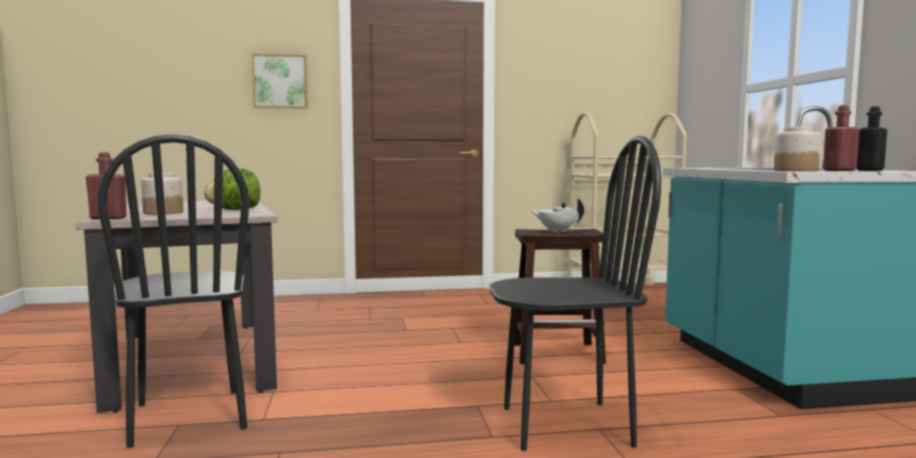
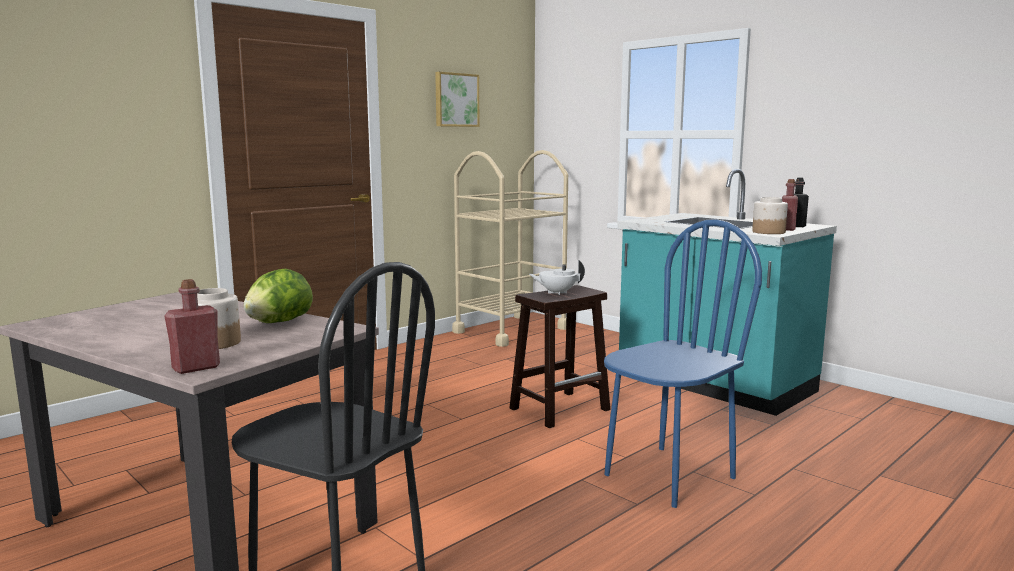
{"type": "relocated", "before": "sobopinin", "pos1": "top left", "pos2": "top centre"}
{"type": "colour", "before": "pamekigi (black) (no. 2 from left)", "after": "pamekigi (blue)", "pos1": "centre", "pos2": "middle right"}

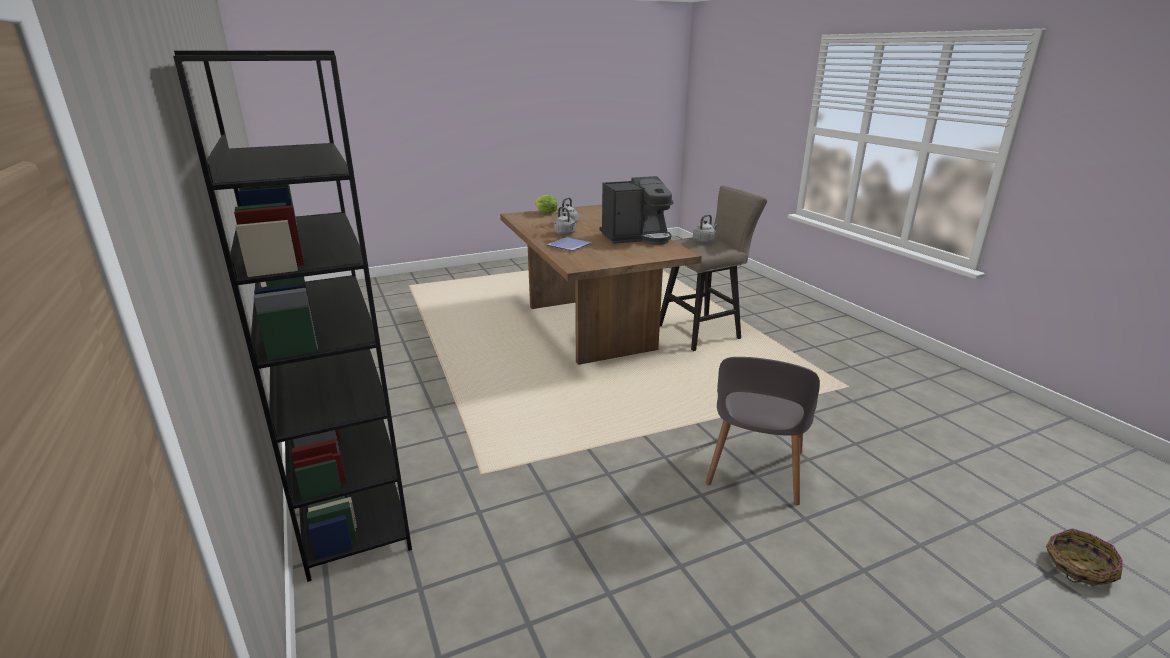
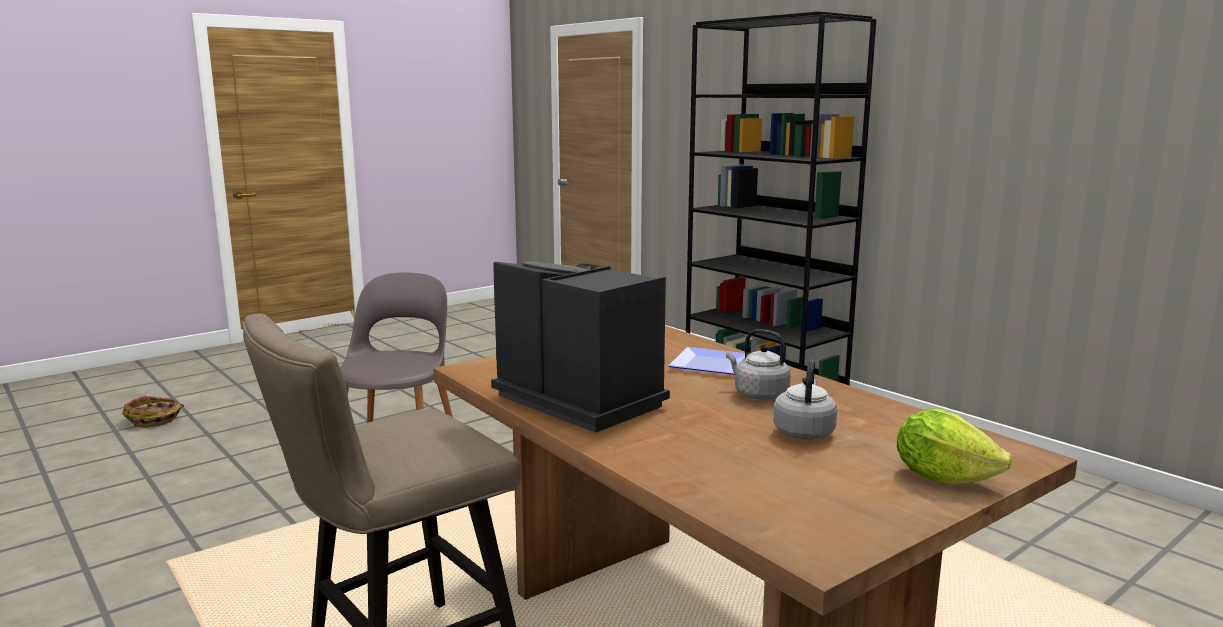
{"type": "spun", "before": "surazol", "pos1": "top centre", "pos2": "centre", "turn": 75}
{"type": "missing", "before": "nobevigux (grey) (no. 3 from left)", "pos1": "centre"}

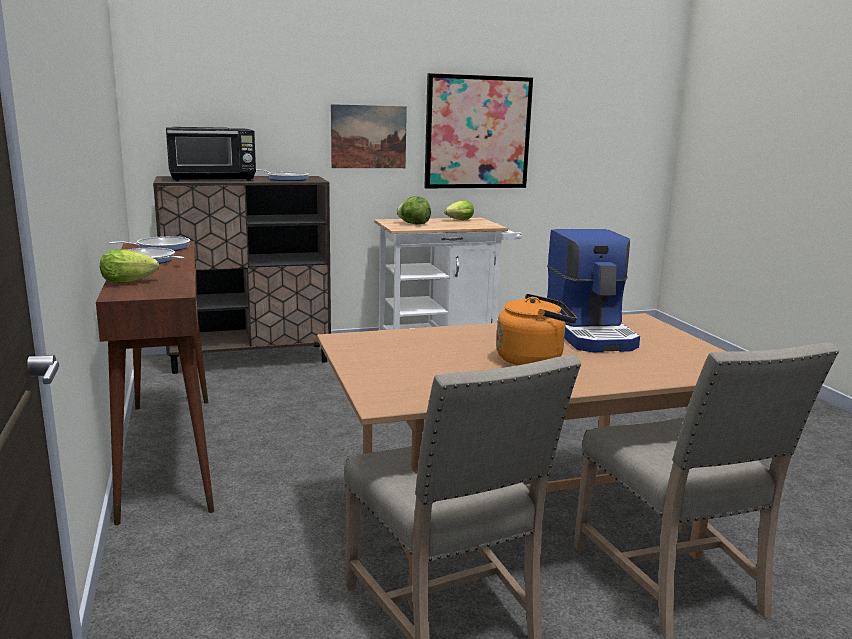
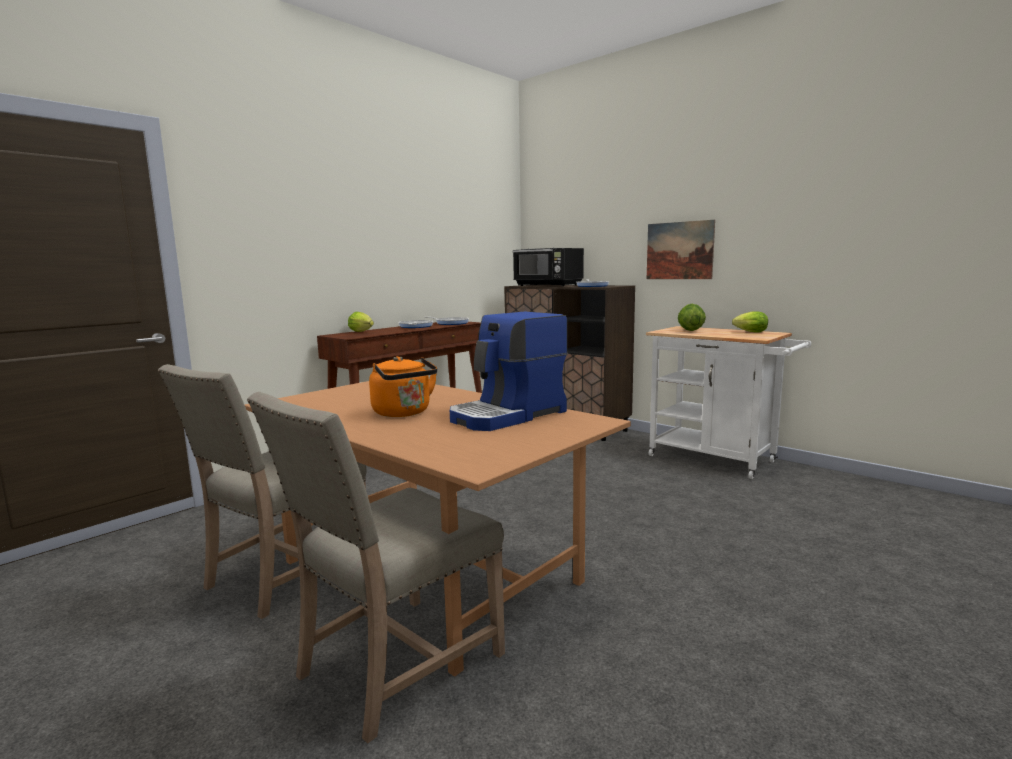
{"type": "missing", "before": "sobopinin (no. 2 from left)", "pos1": "top centre"}

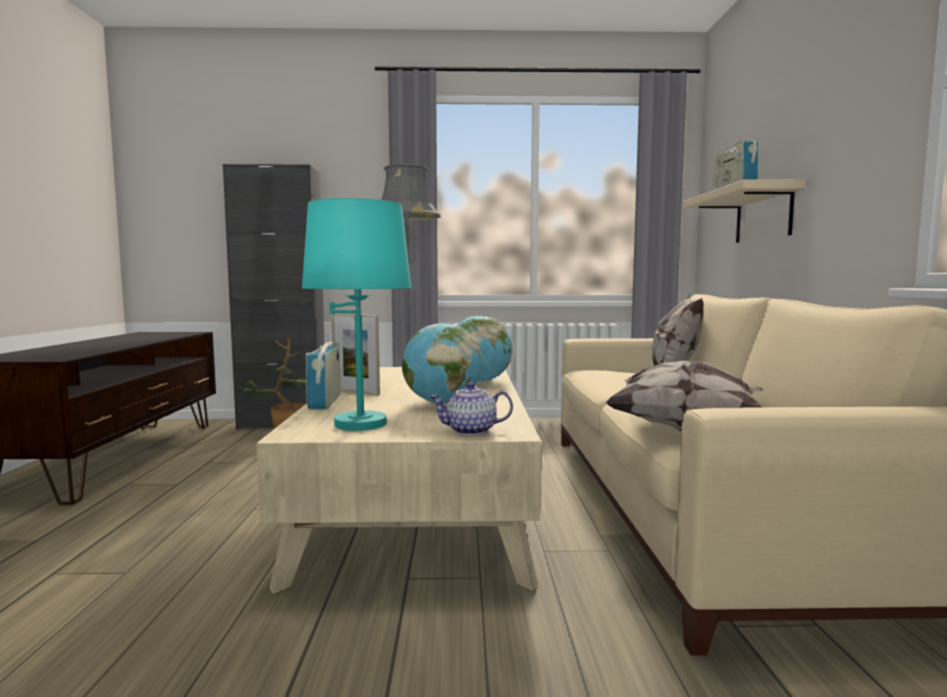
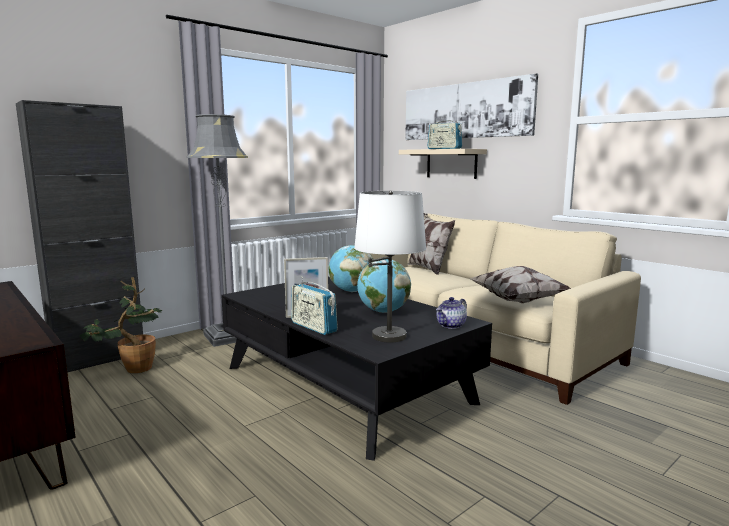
{"type": "colour", "before": "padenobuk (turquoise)", "after": "padenobuk (white)", "pos1": "centre", "pos2": "centre"}
{"type": "colour", "before": "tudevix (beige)", "after": "tudevix (black)", "pos1": "bottom centre", "pos2": "bottom centre"}
{"type": "appeared", "after": "sobopinin", "pos2": "top centre"}

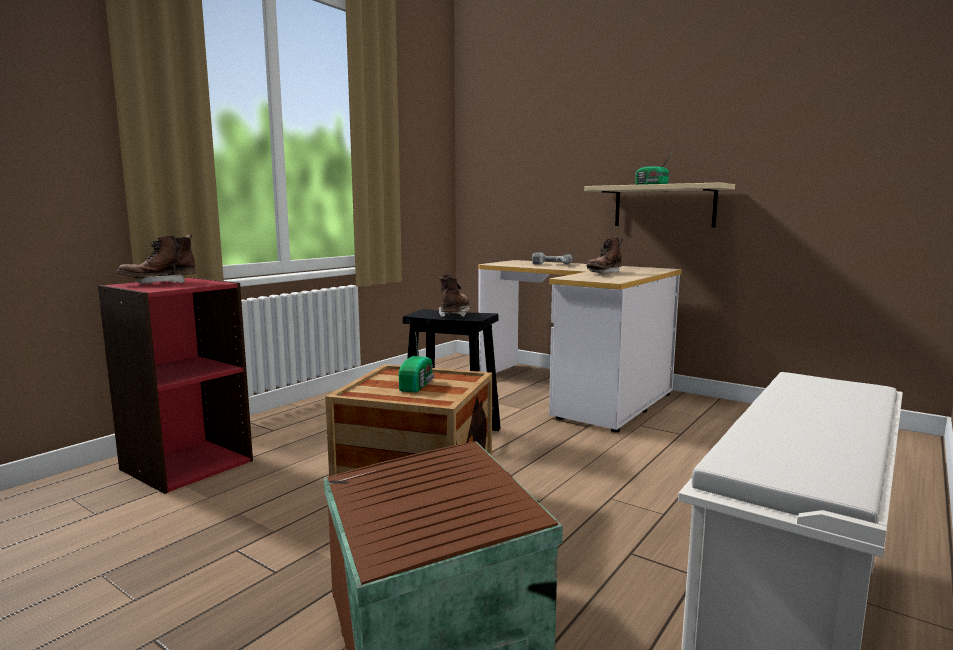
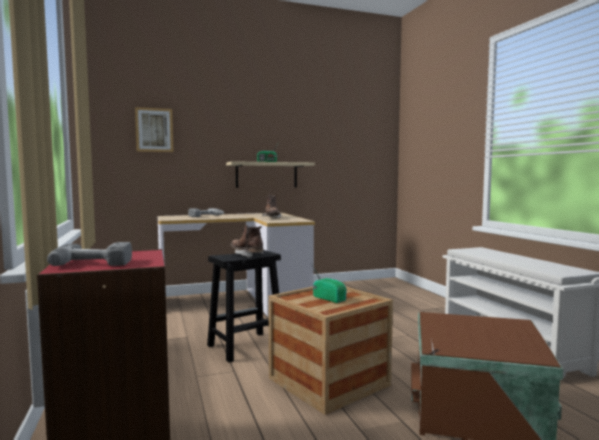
{"type": "exchanged", "before": "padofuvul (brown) (no. 1 from left)", "after": "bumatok (no. 1 from left)", "pos1": "middle left", "pos2": "middle left"}
{"type": "appeared", "after": "sobopinin", "pos2": "top left"}

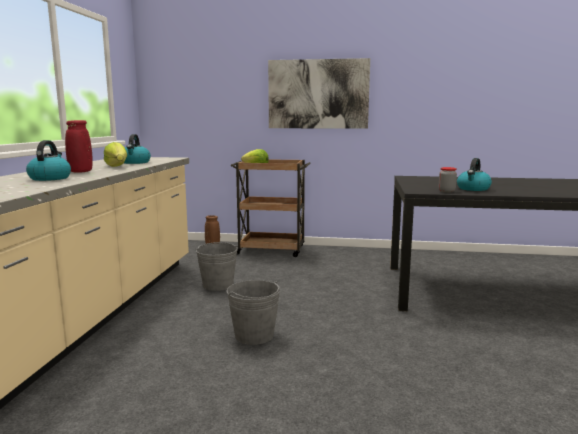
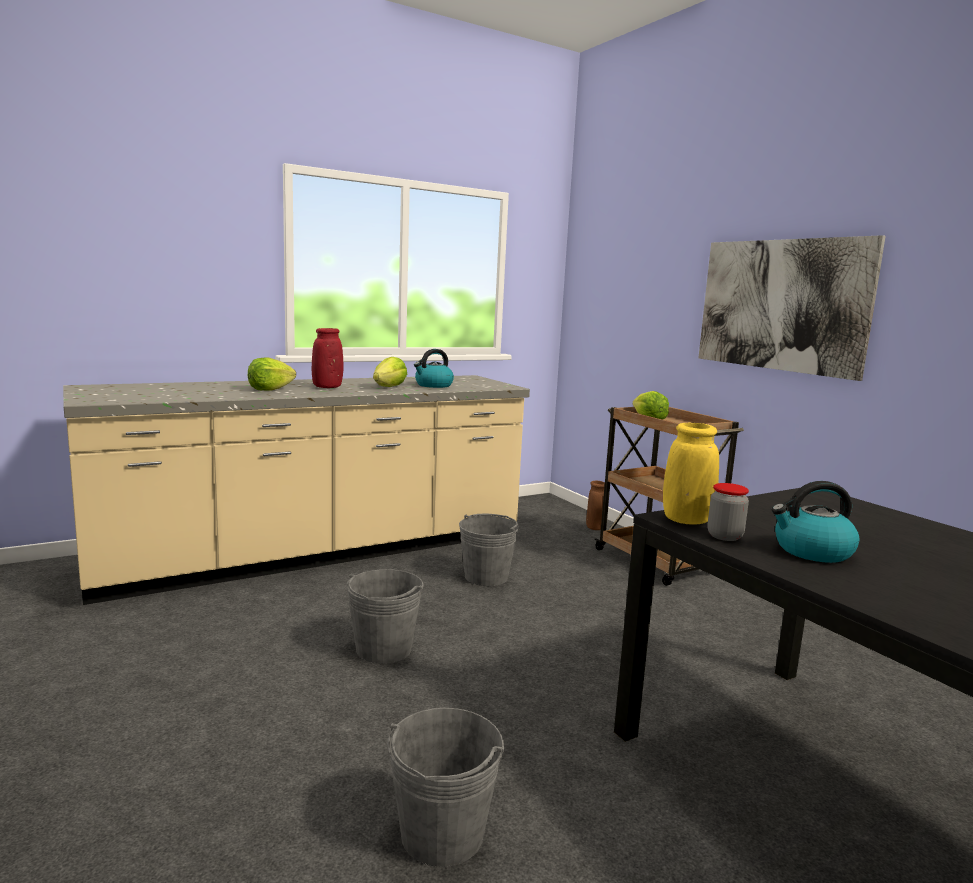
{"type": "exchanged", "before": "nobevigux (no. 1 from left)", "after": "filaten (no. 1 from left)", "pos1": "middle left", "pos2": "middle left"}
{"type": "appeared", "after": "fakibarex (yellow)", "pos2": "middle right"}
{"type": "appeared", "after": "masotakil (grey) (no. 2 from left)", "pos2": "bottom centre"}

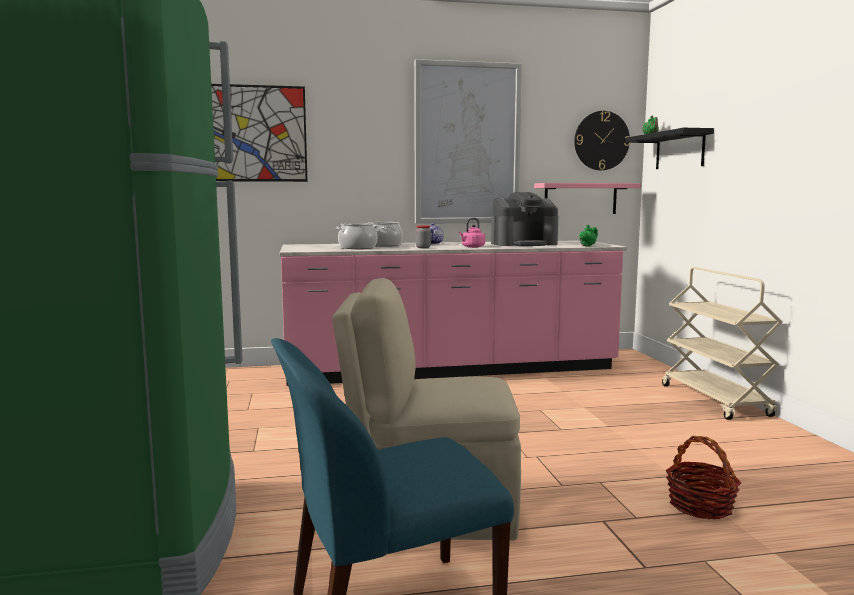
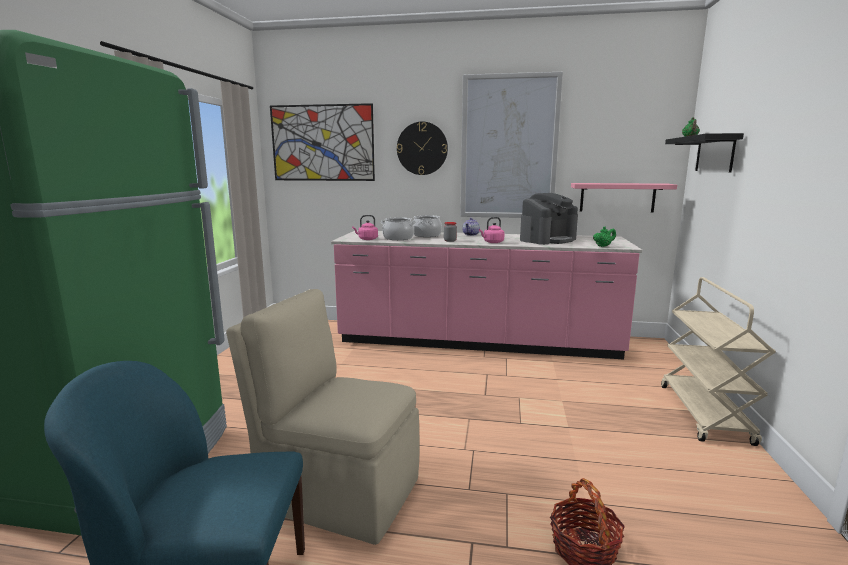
{"type": "relocated", "before": "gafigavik", "pos1": "top right", "pos2": "top centre"}
{"type": "spun", "before": "surazol", "pos1": "centre", "pos2": "centre", "turn": -45}
{"type": "appeared", "after": "nobevigux (pink) (no. 1 from left)", "pos2": "centre"}

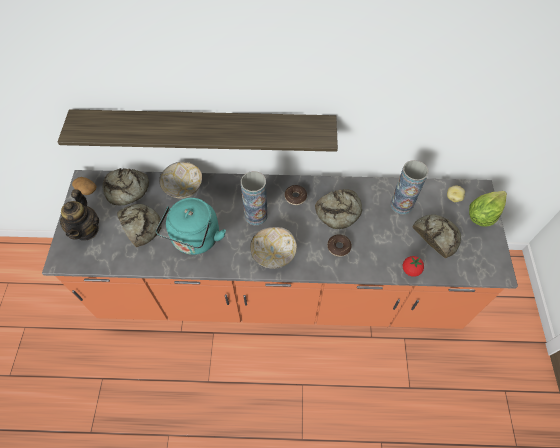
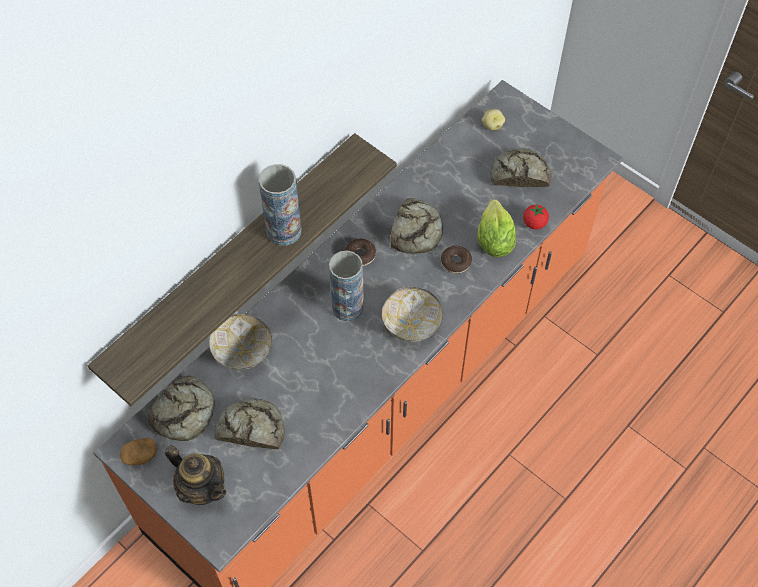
{"type": "relocated", "before": "fakibarex (no. 2 from left in the first image)", "after": "fakibarex (no. 1 from left)", "pos1": "middle right", "pos2": "centre"}
{"type": "relocated", "before": "filaten", "pos1": "middle right", "pos2": "centre"}
{"type": "missing", "before": "nobevigux (turquoise)", "pos1": "centre"}

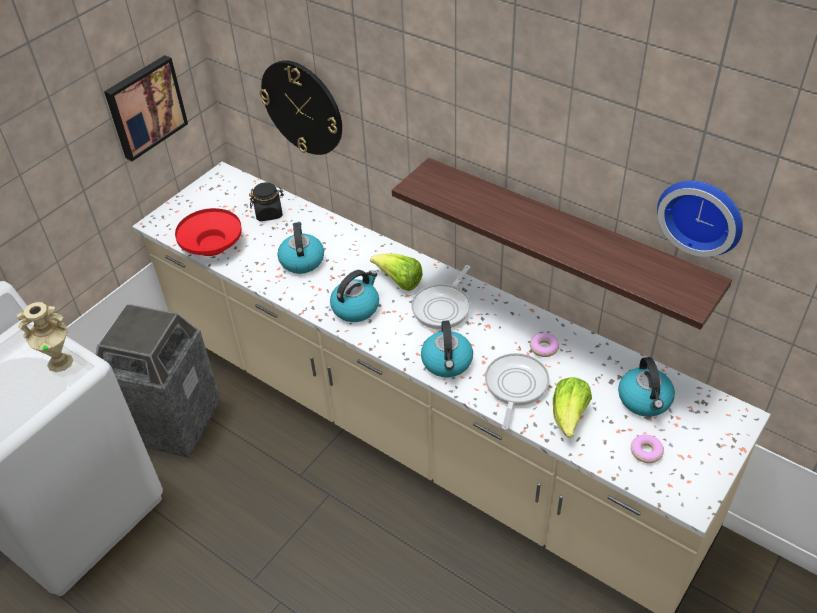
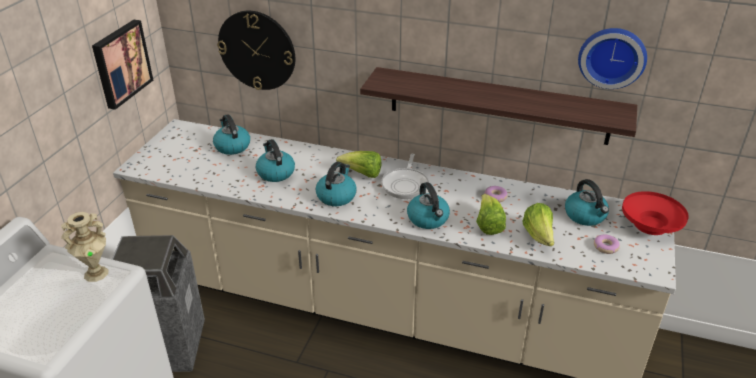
{"type": "exchanged", "before": "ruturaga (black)", "after": "nobevigux (no. 1 from left)", "pos1": "top left", "pos2": "middle left"}
{"type": "relocated", "before": "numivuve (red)", "pos1": "middle left", "pos2": "middle right"}
{"type": "exchanged", "before": "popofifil (no. 2 from left)", "after": "filaten (no. 2 from left)", "pos1": "centre", "pos2": "centre"}

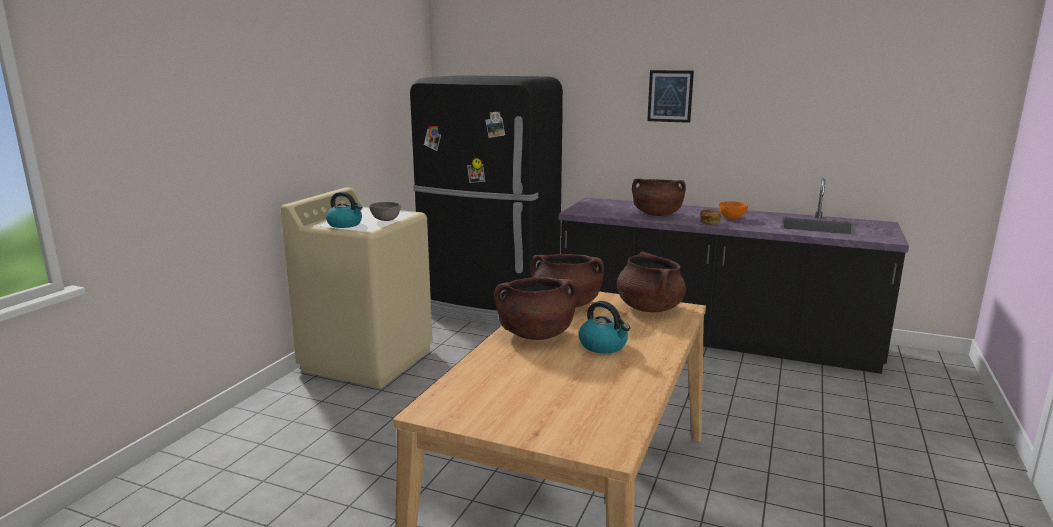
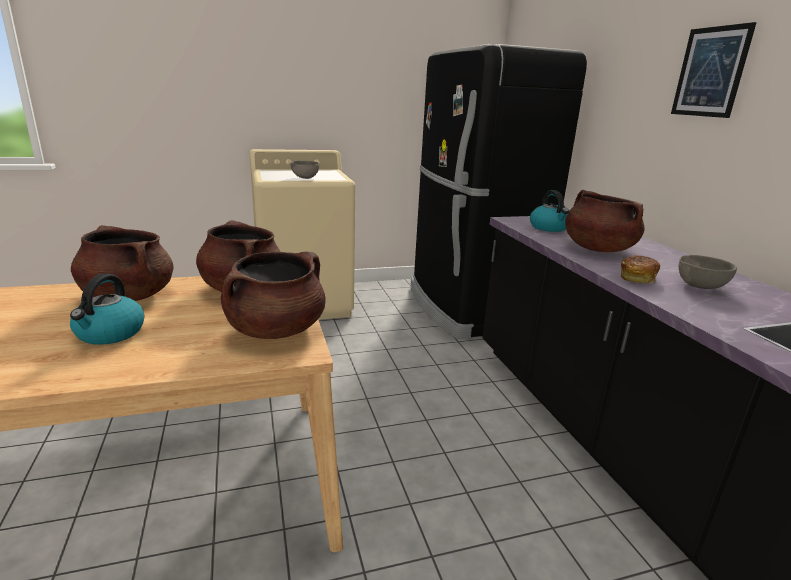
{"type": "relocated", "before": "nobevigux (no. 1 from left in the first image)", "after": "nobevigux (no. 2 from left)", "pos1": "middle left", "pos2": "middle right"}
{"type": "colour", "before": "numivuve (orange)", "after": "numivuve (grey) (no. 2 from left)", "pos1": "middle right", "pos2": "middle right"}

